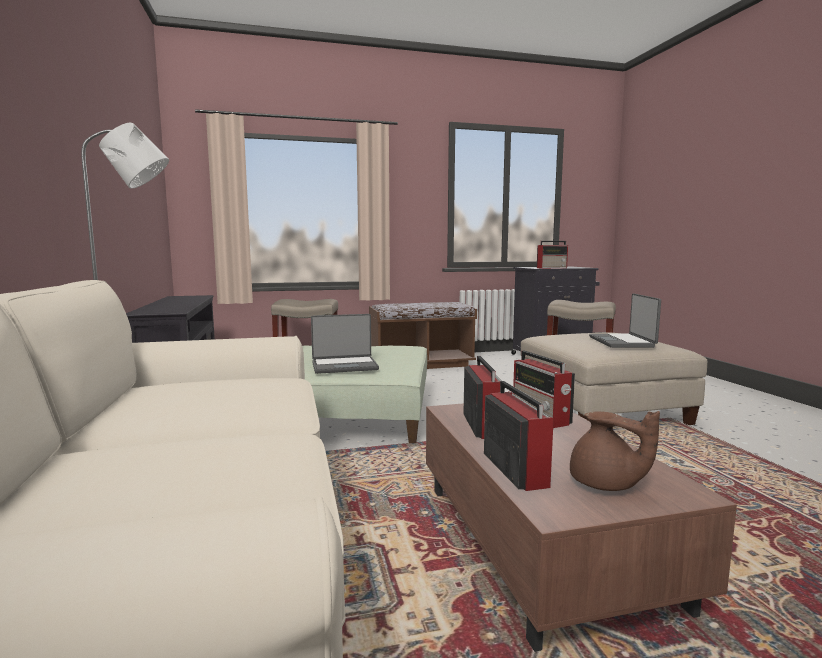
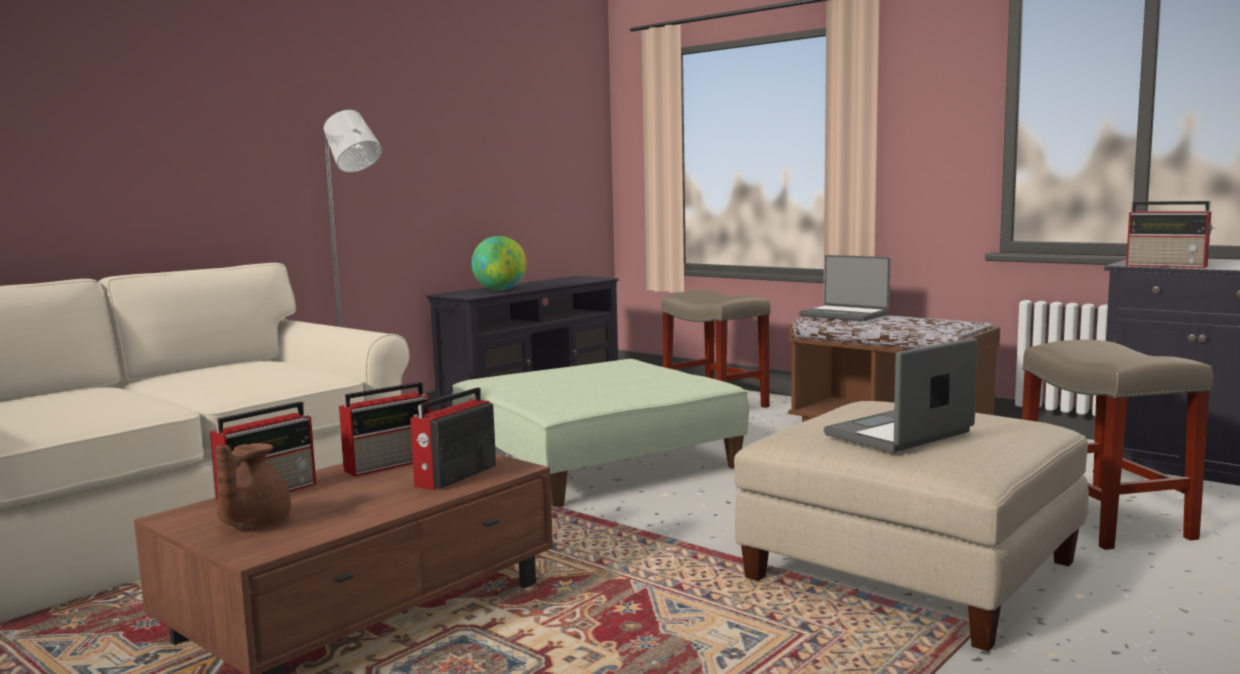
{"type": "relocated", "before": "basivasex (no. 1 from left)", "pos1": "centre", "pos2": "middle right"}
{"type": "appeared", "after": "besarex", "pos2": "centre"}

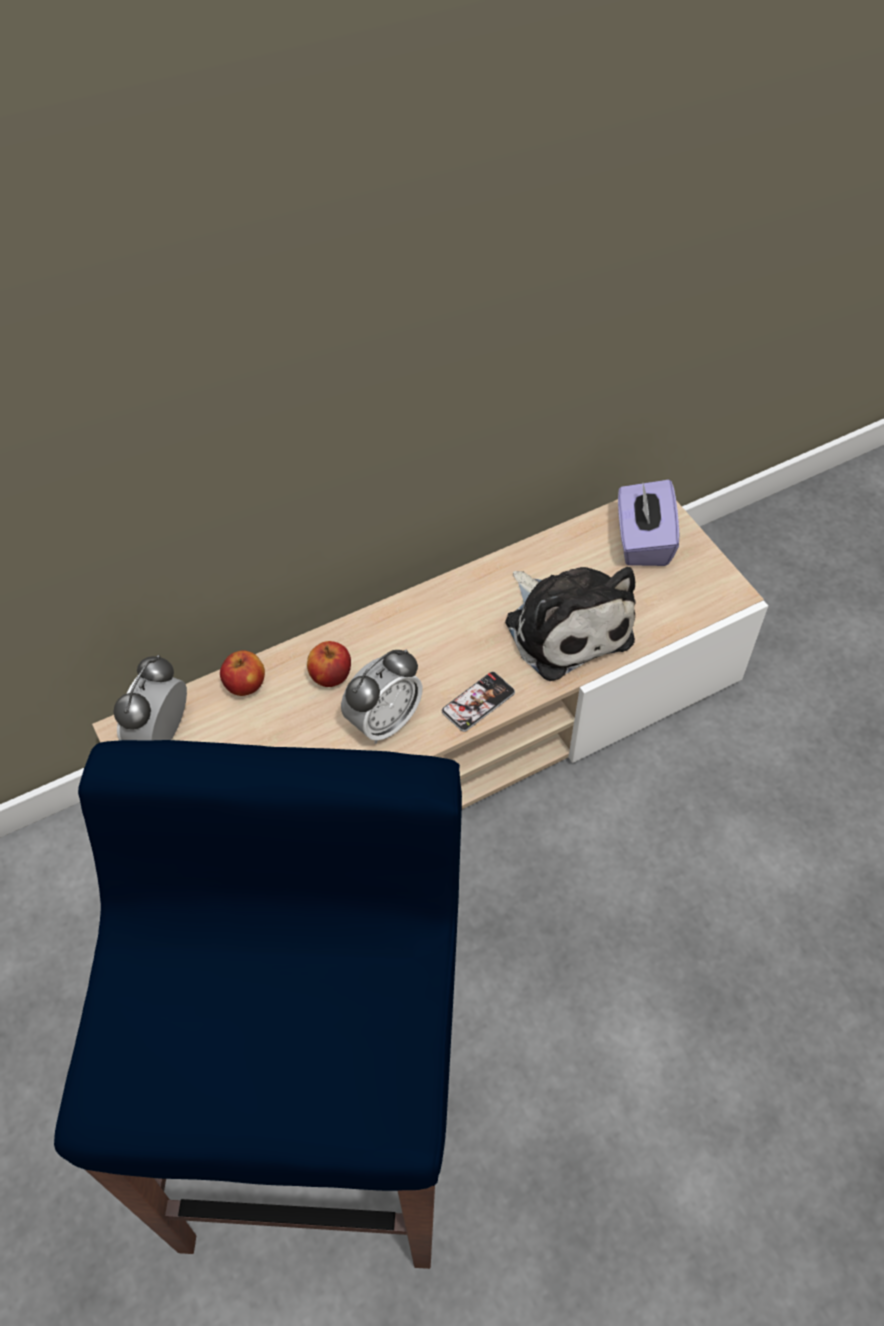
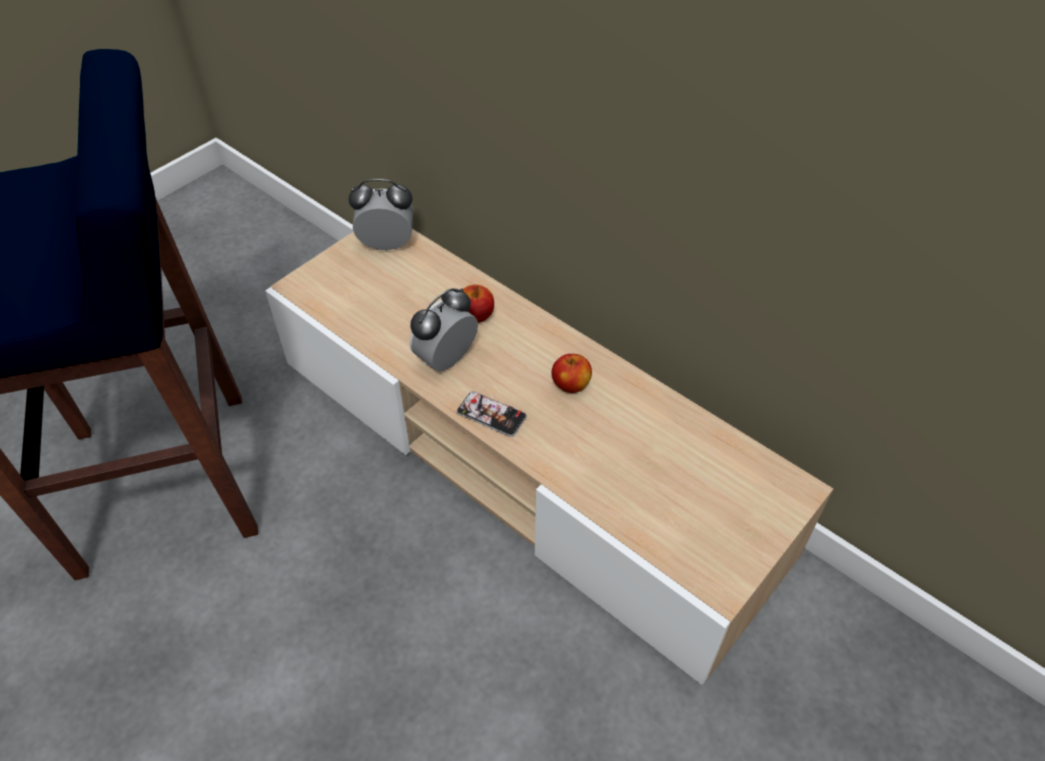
{"type": "missing", "before": "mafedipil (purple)", "pos1": "middle right"}
{"type": "missing", "before": "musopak", "pos1": "centre"}
{"type": "spun", "before": "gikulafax (no. 2 from left)", "pos1": "centre", "pos2": "centre", "turn": 105}
{"type": "relocated", "before": "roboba (no. 1 from left in the first image)", "after": "roboba (no. 2 from left)", "pos1": "middle left", "pos2": "centre"}

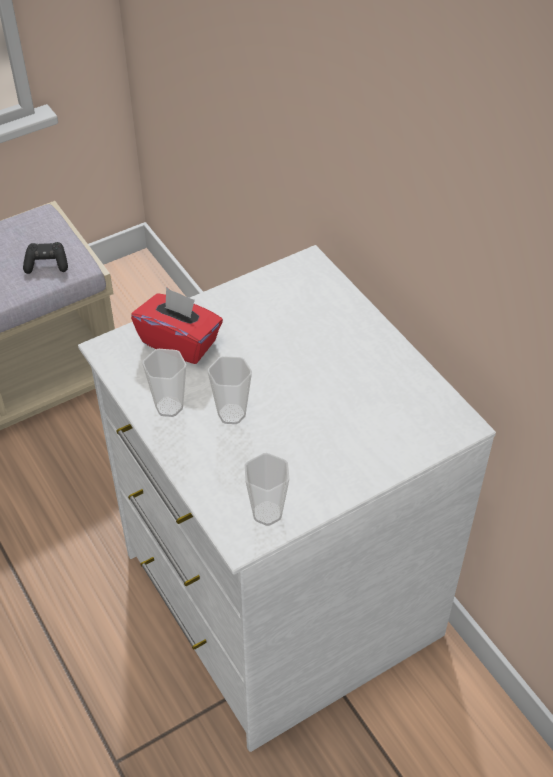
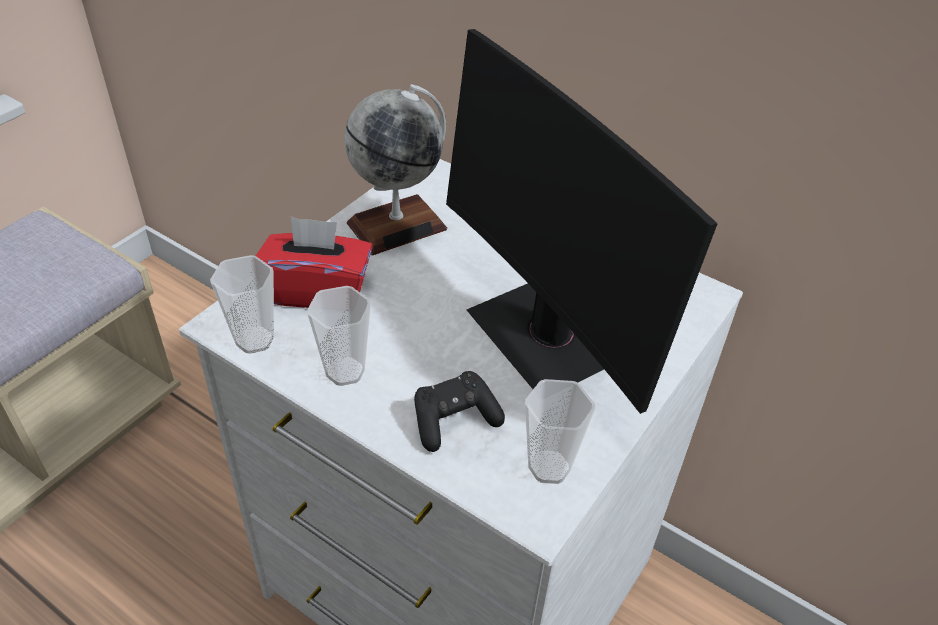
{"type": "relocated", "before": "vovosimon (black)", "pos1": "top left", "pos2": "centre"}
{"type": "relocated", "before": "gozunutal (no. 2 from left in the first image)", "after": "gozunutal (no. 1 from left)", "pos1": "centre", "pos2": "middle left"}
{"type": "appeared", "after": "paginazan", "pos2": "centre"}
{"type": "appeared", "after": "besarex", "pos2": "top centre"}

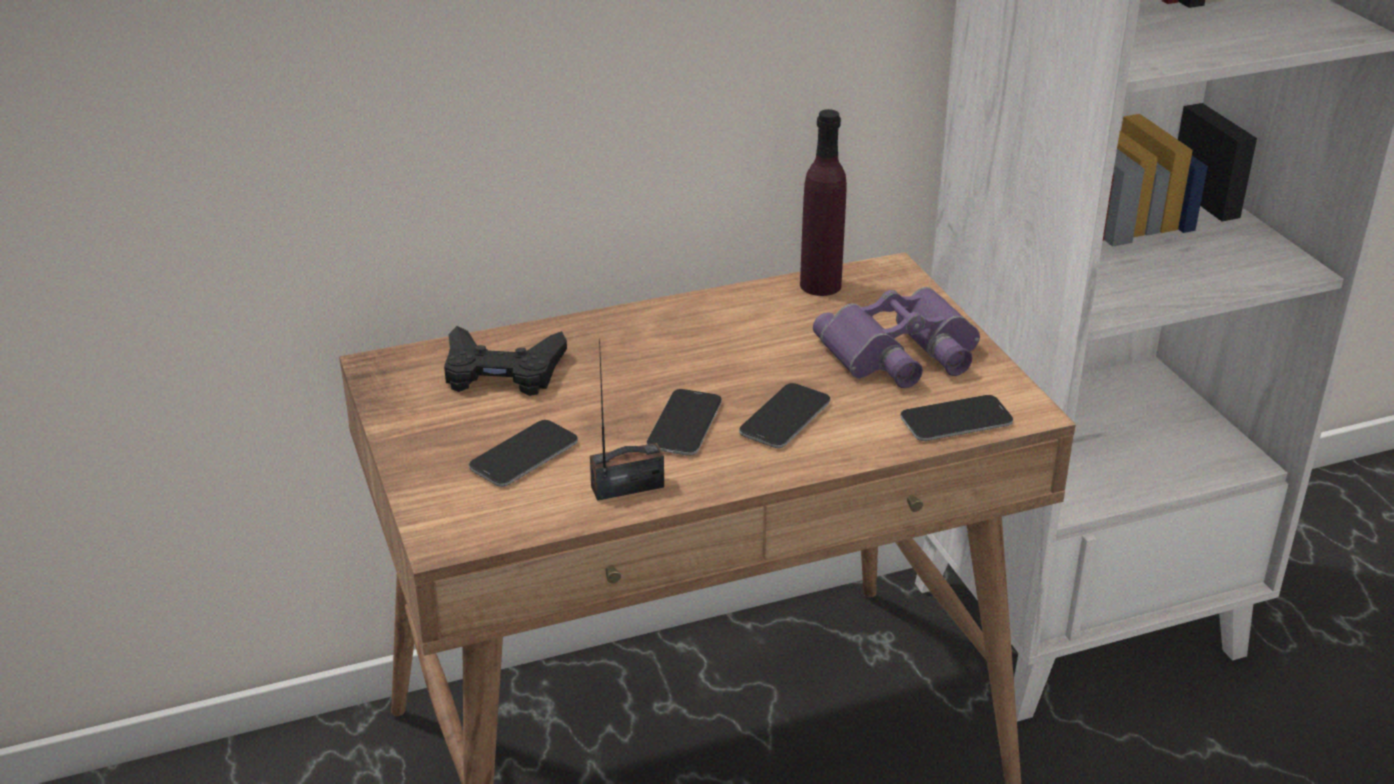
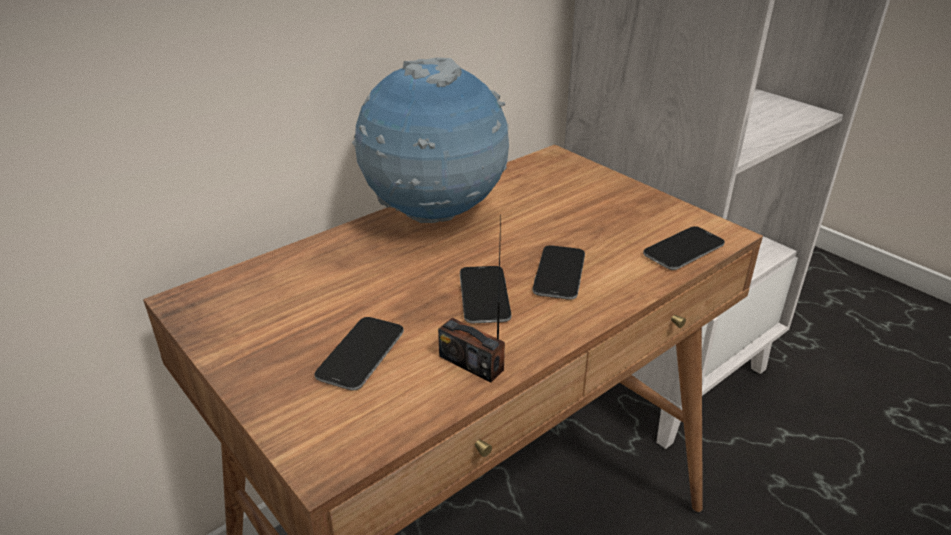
{"type": "missing", "before": "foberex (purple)", "pos1": "top centre"}
{"type": "missing", "before": "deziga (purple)", "pos1": "centre"}
{"type": "missing", "before": "vovosimon (black)", "pos1": "centre"}
{"type": "spun", "before": "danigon", "pos1": "centre", "pos2": "centre", "turn": -105}
{"type": "appeared", "after": "besarex", "pos2": "top centre"}

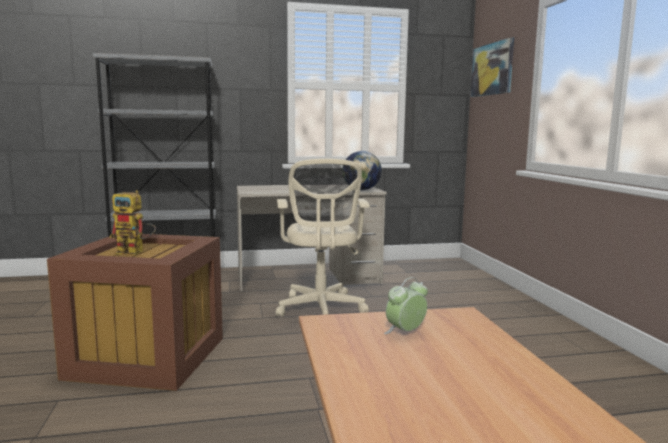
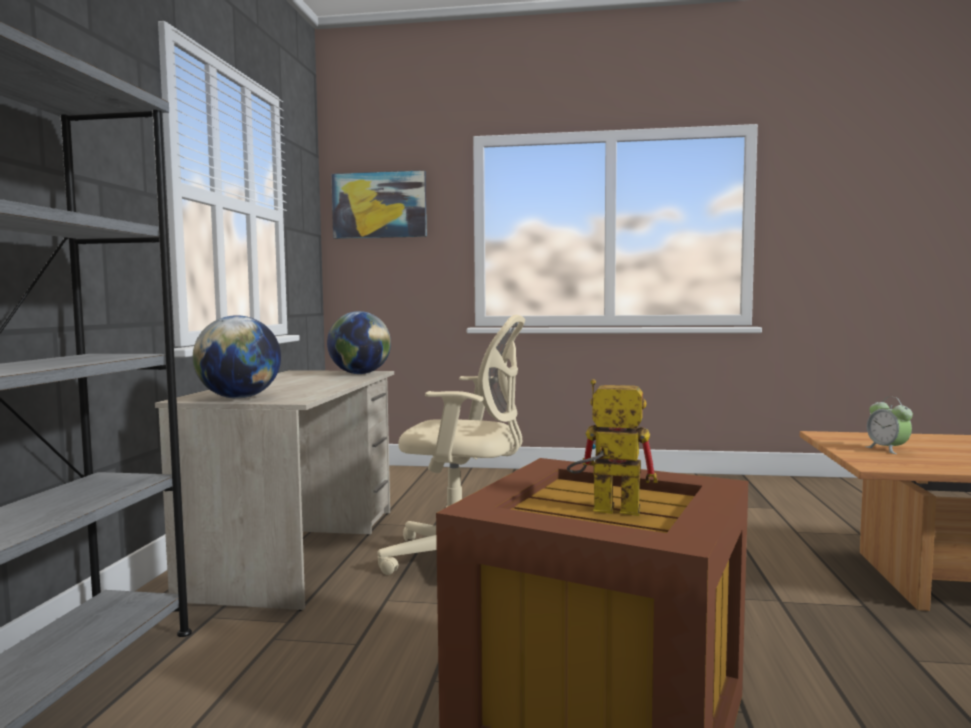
{"type": "spun", "before": "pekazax", "pos1": "middle left", "pos2": "centre", "turn": -105}
{"type": "appeared", "after": "besarex (no. 1 from left)", "pos2": "middle left"}

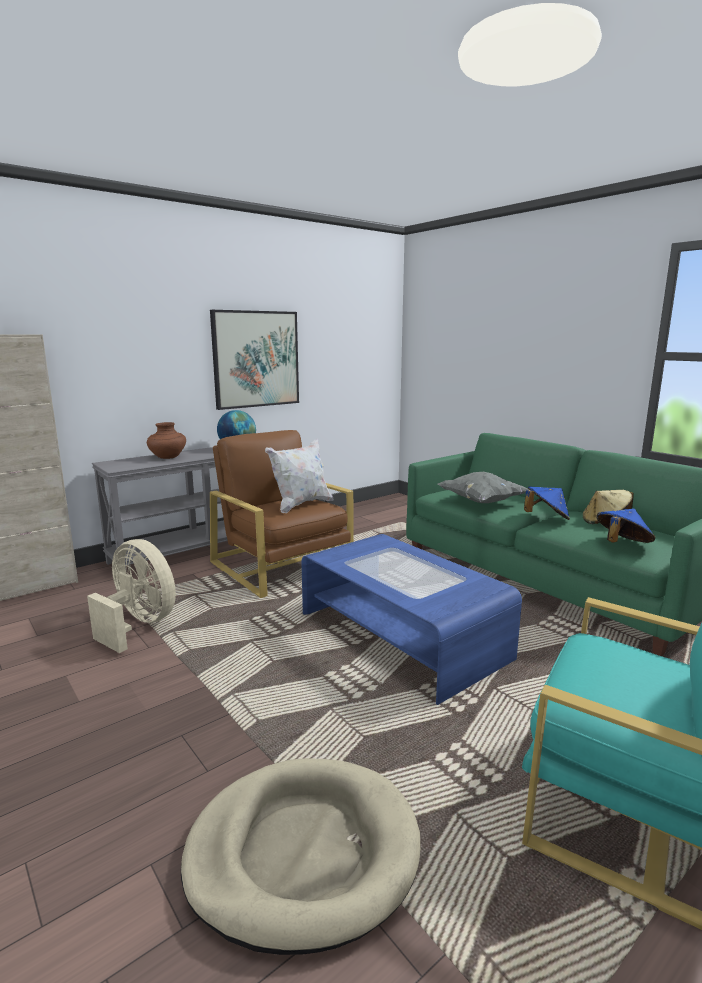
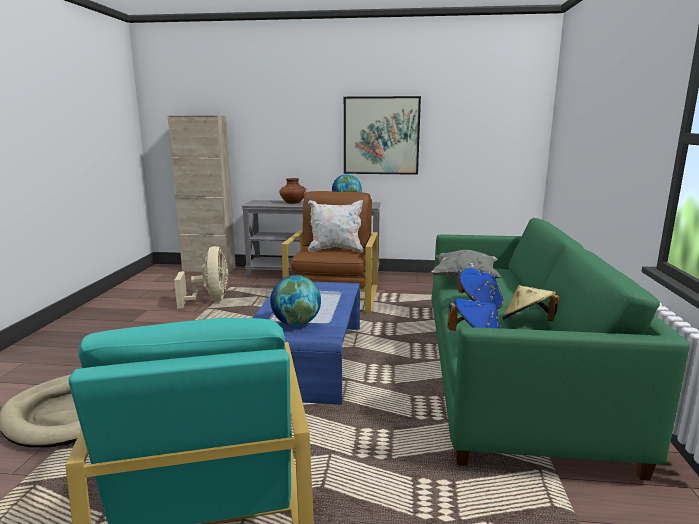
{"type": "appeared", "after": "besarex (no. 1 from left)", "pos2": "centre"}

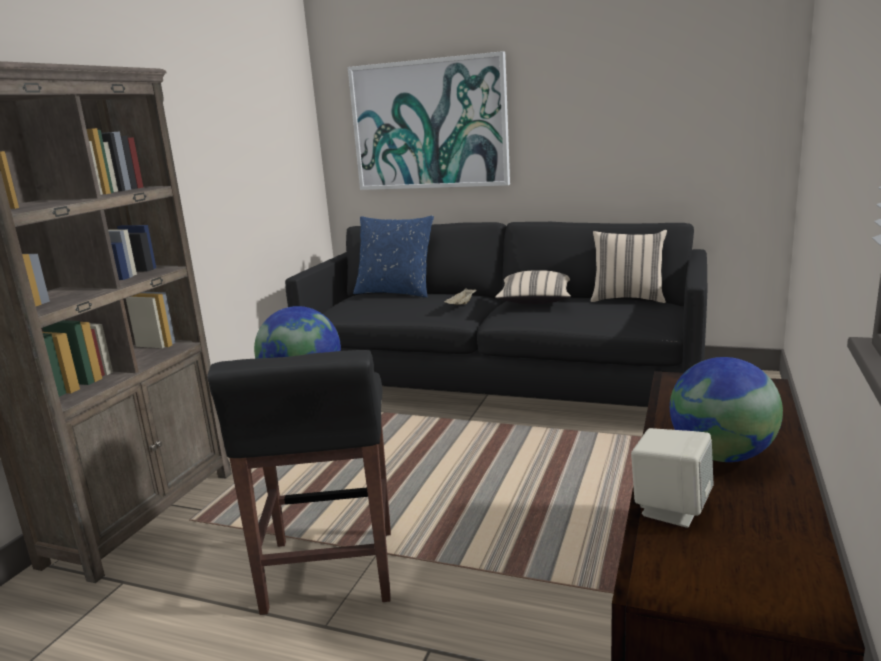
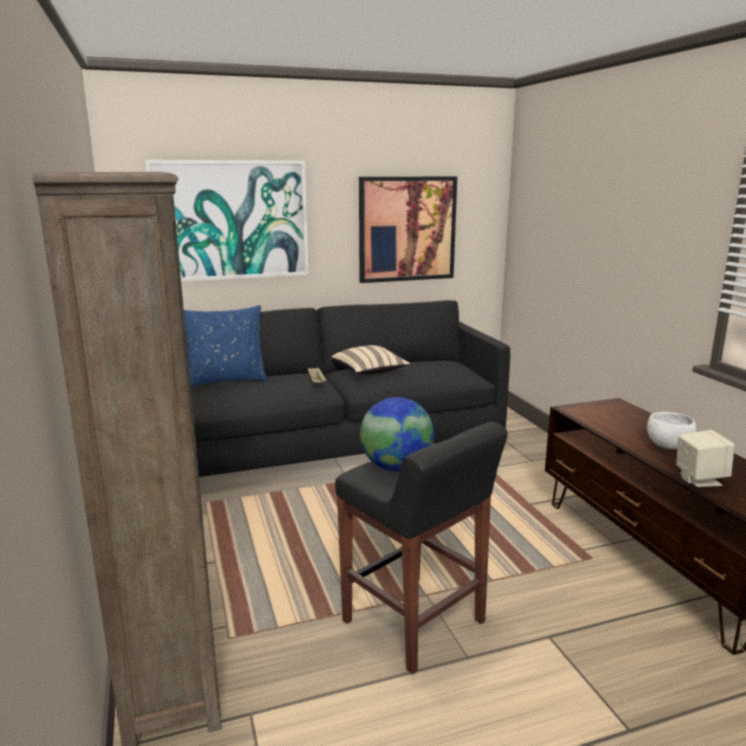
{"type": "missing", "before": "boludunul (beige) (no. 2 from left)", "pos1": "middle right"}
{"type": "exchanged", "before": "besarex (no. 2 from left)", "after": "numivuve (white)", "pos1": "middle right", "pos2": "middle right"}
{"type": "appeared", "after": "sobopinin (no. 2 from left)", "pos2": "top centre"}

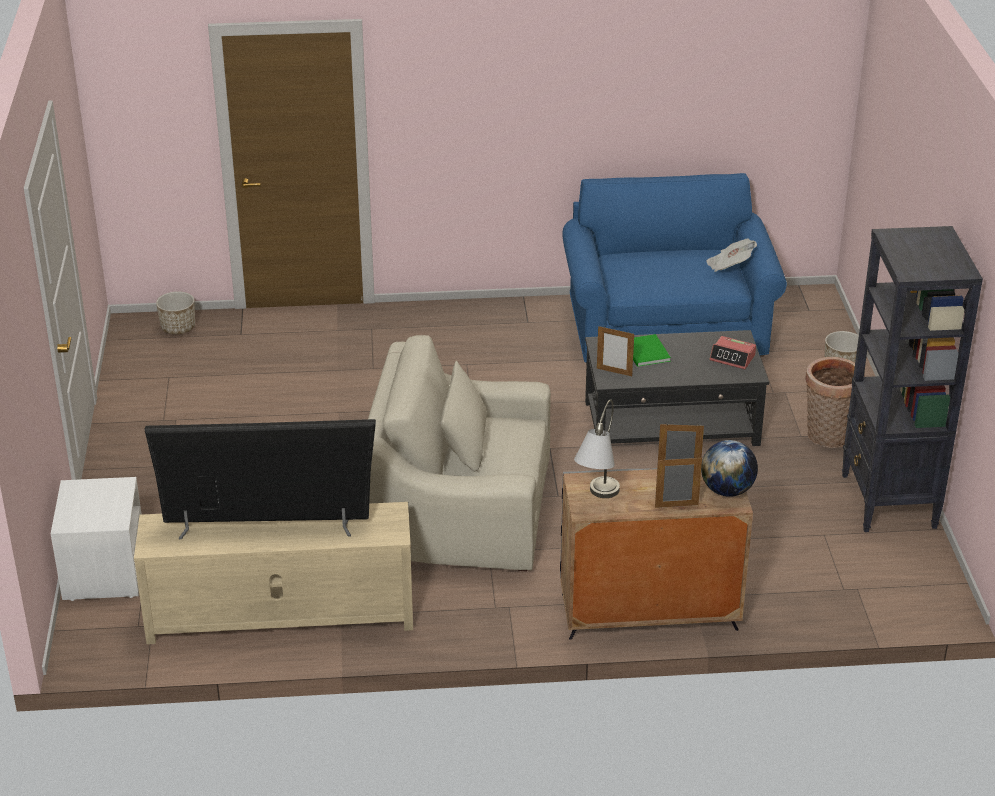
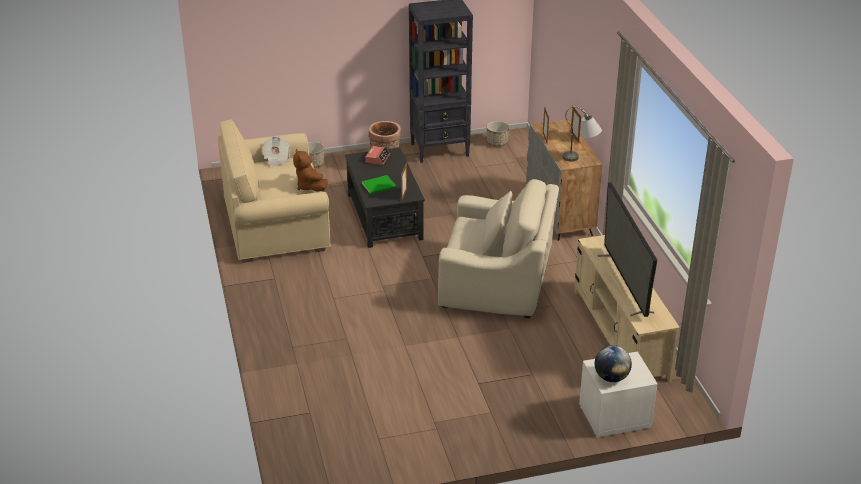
{"type": "colour", "before": "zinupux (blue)", "after": "zinupux (beige)", "pos1": "middle right", "pos2": "middle left"}
{"type": "relocated", "before": "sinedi (no. 1 from left in the first image)", "after": "sinedi (no. 2 from left)", "pos1": "middle left", "pos2": "top centre"}
{"type": "spun", "before": "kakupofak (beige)", "pos1": "centre", "pos2": "centre", "turn": -75}
{"type": "relocated", "before": "besarex", "pos1": "middle right", "pos2": "bottom right"}
{"type": "appeared", "after": "musopak (brown)", "pos2": "centre"}

